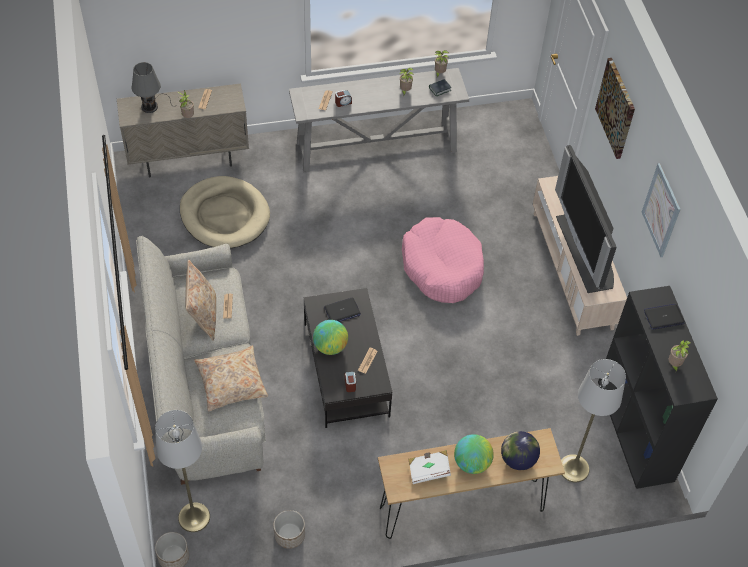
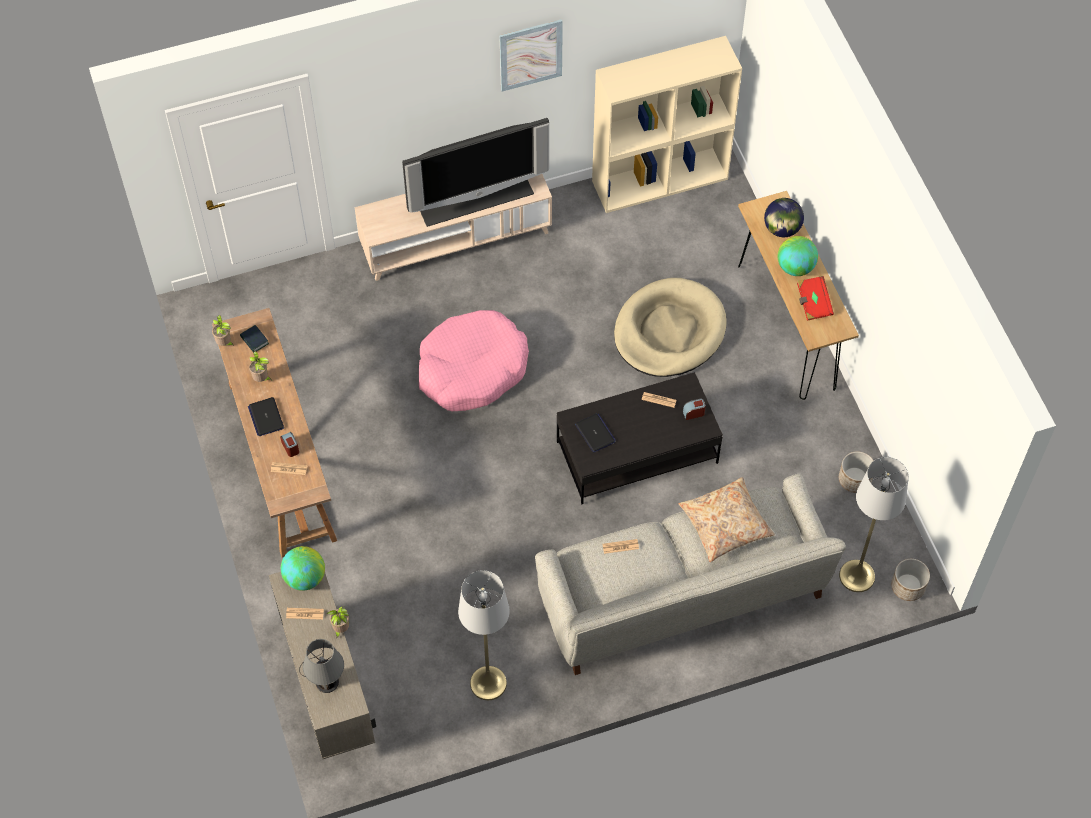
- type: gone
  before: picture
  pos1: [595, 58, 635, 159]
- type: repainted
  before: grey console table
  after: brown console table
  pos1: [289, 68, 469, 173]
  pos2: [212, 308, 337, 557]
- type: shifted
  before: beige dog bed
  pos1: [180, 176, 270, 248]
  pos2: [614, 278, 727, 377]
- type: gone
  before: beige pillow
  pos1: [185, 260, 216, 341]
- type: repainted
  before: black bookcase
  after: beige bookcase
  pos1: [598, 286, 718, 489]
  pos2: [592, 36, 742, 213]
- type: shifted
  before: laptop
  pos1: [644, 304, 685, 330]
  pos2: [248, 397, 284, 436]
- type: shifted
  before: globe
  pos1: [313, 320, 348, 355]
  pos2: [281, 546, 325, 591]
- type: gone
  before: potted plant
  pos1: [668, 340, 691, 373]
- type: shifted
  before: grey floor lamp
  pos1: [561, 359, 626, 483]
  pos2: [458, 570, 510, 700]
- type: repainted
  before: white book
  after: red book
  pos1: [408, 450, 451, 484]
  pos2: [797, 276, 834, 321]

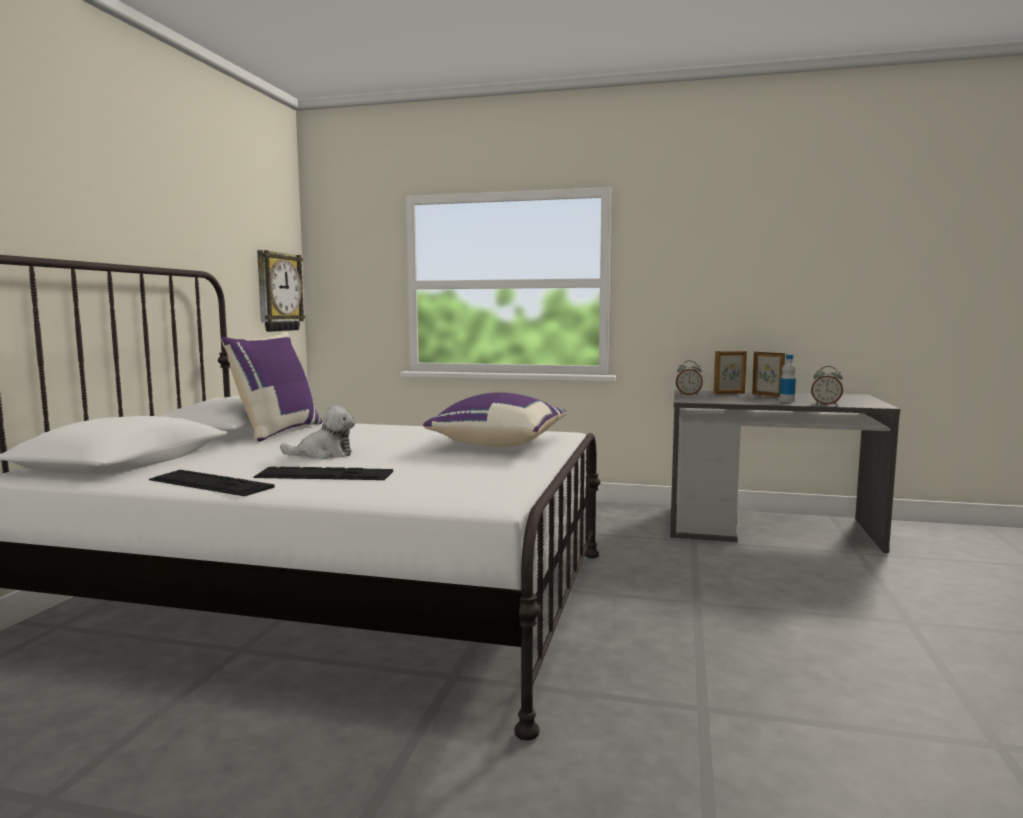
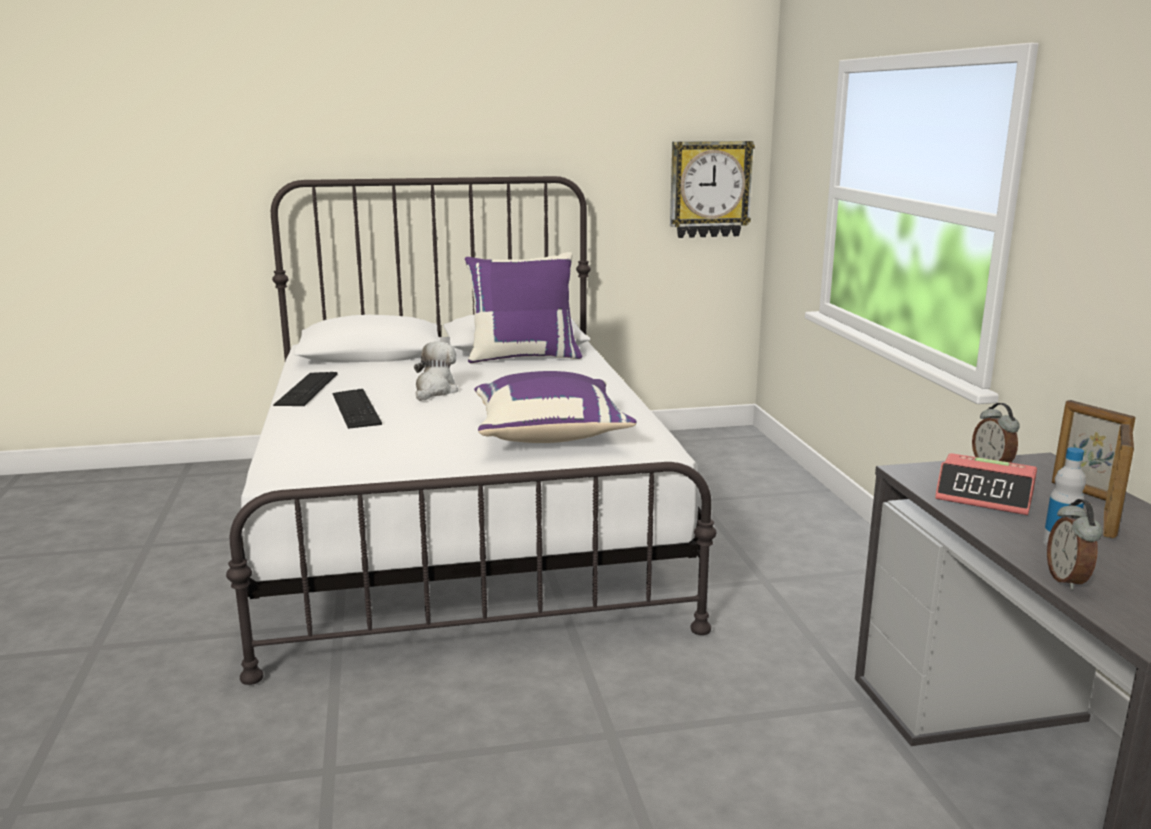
- type: rotated
  before: plush toy
  pos1: [280, 406, 355, 459]
  pos2: [414, 342, 458, 401]
  turn: -135
- type: new
  after: alarm clock
  pos2: [935, 453, 1037, 515]

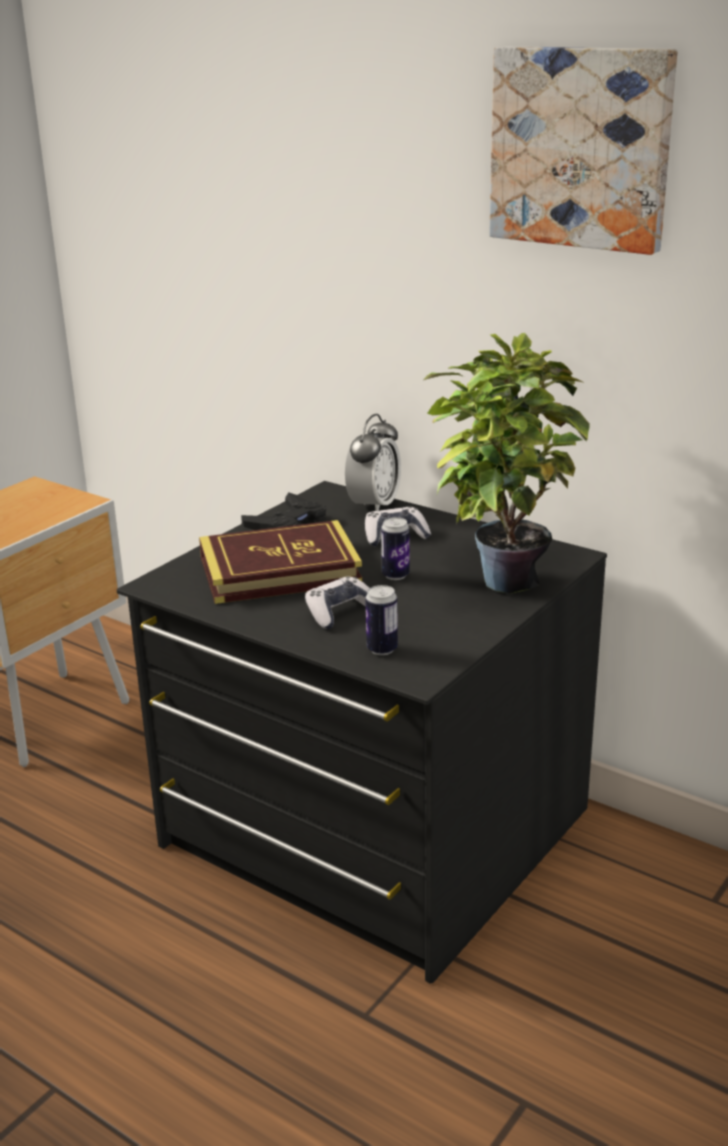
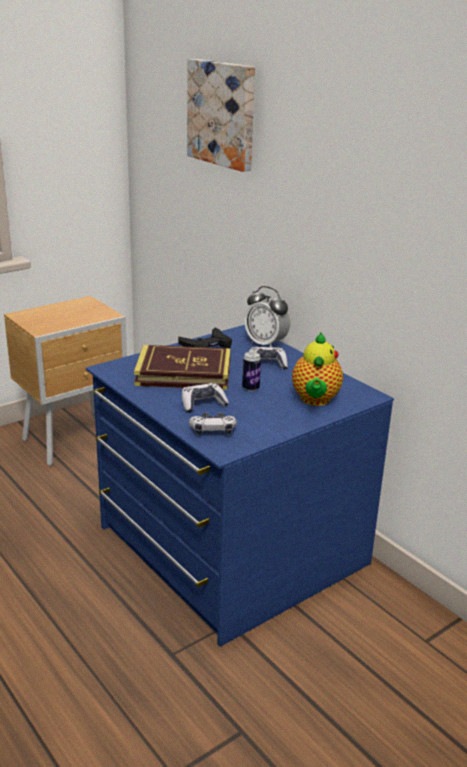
- type: shifted
  before: picture
  pos1: [489, 47, 677, 255]
  pos2: [187, 59, 255, 172]
- type: swapped
  before: potted plant
  after: teapot
  pos1: [423, 333, 590, 594]
  pos2: [292, 333, 343, 406]
- type: rotated
  before: alarm clock
  pos1: [345, 414, 401, 511]
  pos2: [244, 286, 290, 347]
  turn: 90
- type: repainted
  before: black dresser
  after: blue dresser
  pos1: [117, 481, 607, 984]
  pos2: [86, 325, 394, 646]
- type: swapped
  before: can
  after: game controller
  pos1: [365, 585, 398, 655]
  pos2: [189, 412, 237, 435]

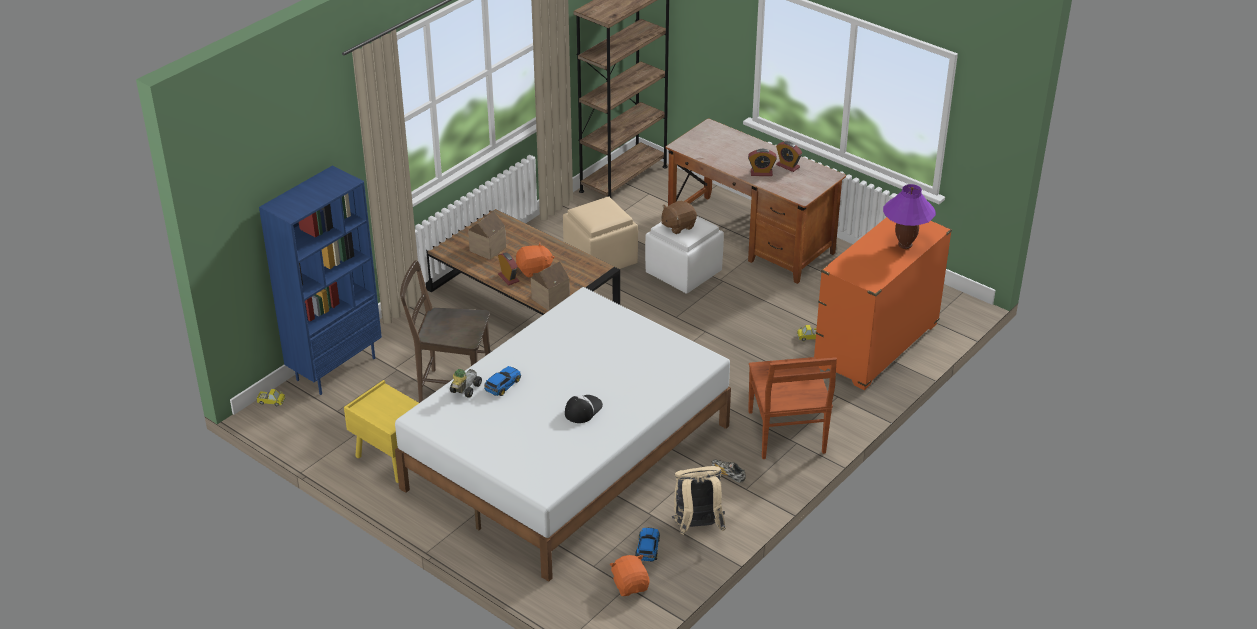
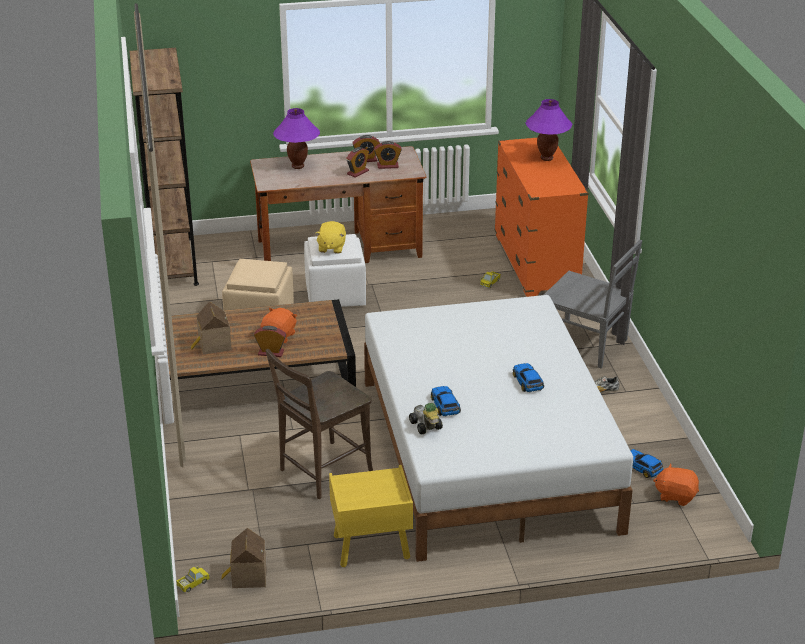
- type: gone
  before: blue bookcase
  pos1: [259, 165, 382, 395]
- type: repainted
  before: brown plush toy
  after: yellow plush toy
  pos1: [661, 201, 697, 234]
  pos2: [315, 221, 346, 254]
- type: shifted
  before: toy house
  pos1: [531, 261, 570, 311]
  pos2: [221, 528, 267, 588]
- type: repainted
  before: brown chair
  after: grey chair
  pos1: [748, 357, 837, 459]
  pos2: [544, 240, 642, 368]
- type: swapped
  before: cap
  after: toy car
  pos1: [565, 395, 603, 423]
  pos2: [513, 363, 544, 393]
- type: gone
  before: beige backpack
  pos1: [672, 466, 726, 535]
- type: new
  after: purple table lamp
  pos2: [273, 108, 320, 169]
- type: new
  after: alarm clock
  pos2: [374, 141, 402, 169]

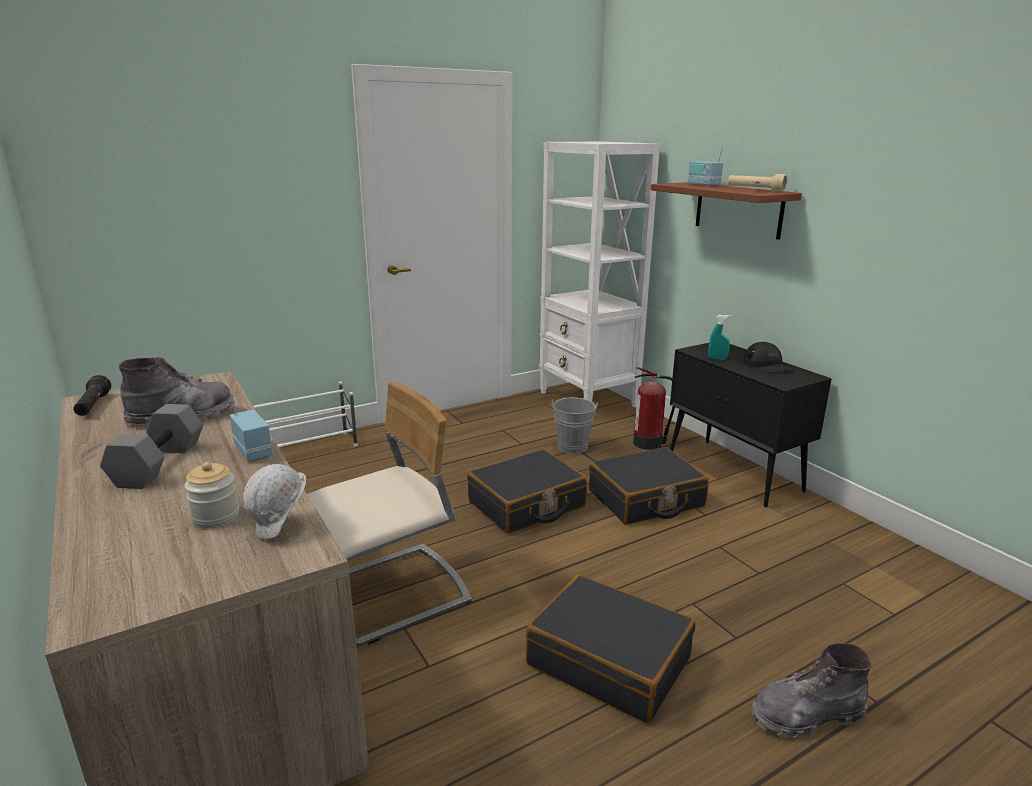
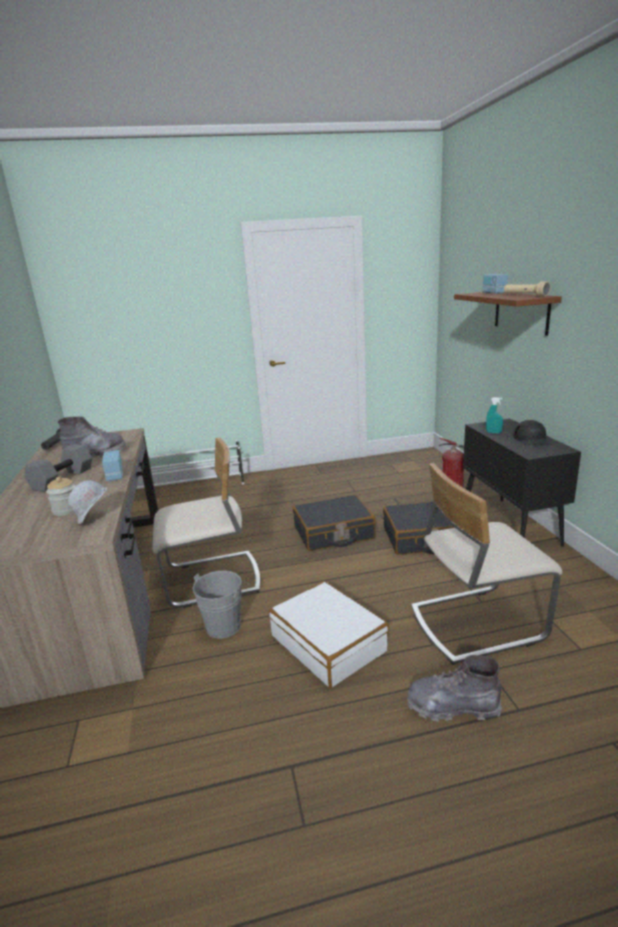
- type: gone
  before: white bookcase
  pos1: [539, 142, 660, 407]
- type: shifted
  before: grey bucket
  pos1: [551, 397, 598, 454]
  pos2: [193, 571, 249, 639]
- type: repainted
  before: black suitcase
  after: white suitcase
  pos1: [526, 574, 695, 723]
  pos2: [269, 581, 389, 688]
- type: new
  after: beige chair
  pos2: [411, 463, 562, 665]

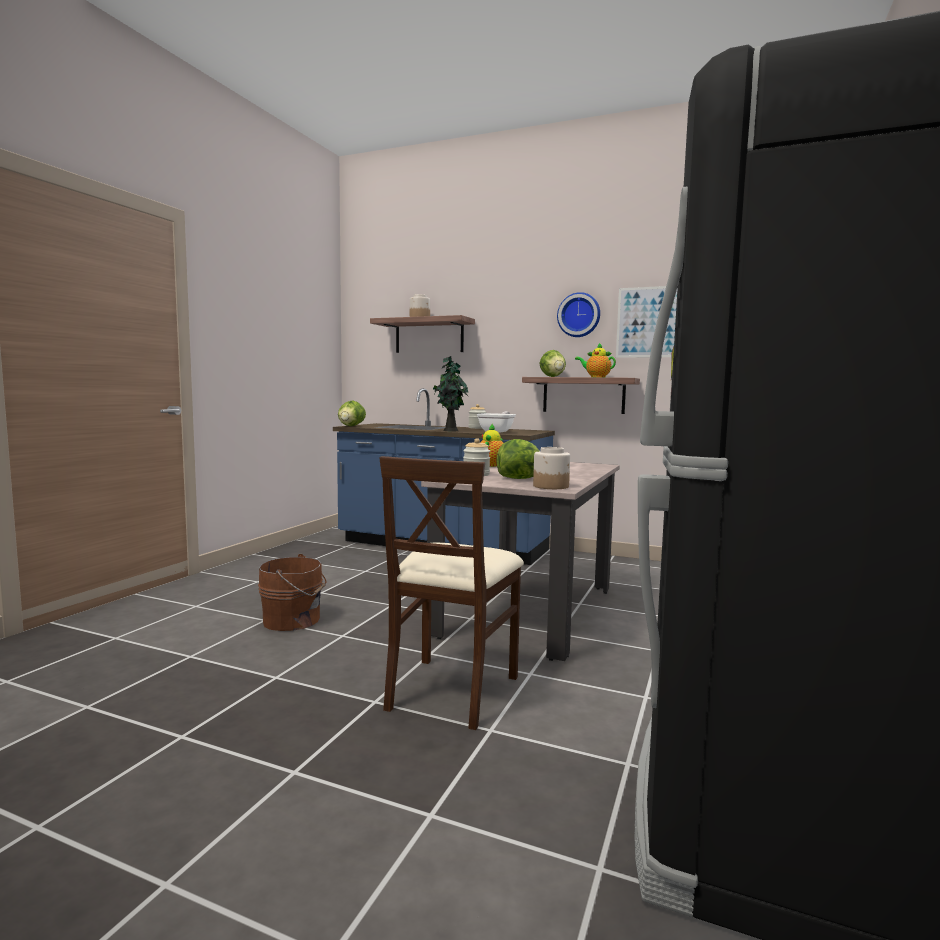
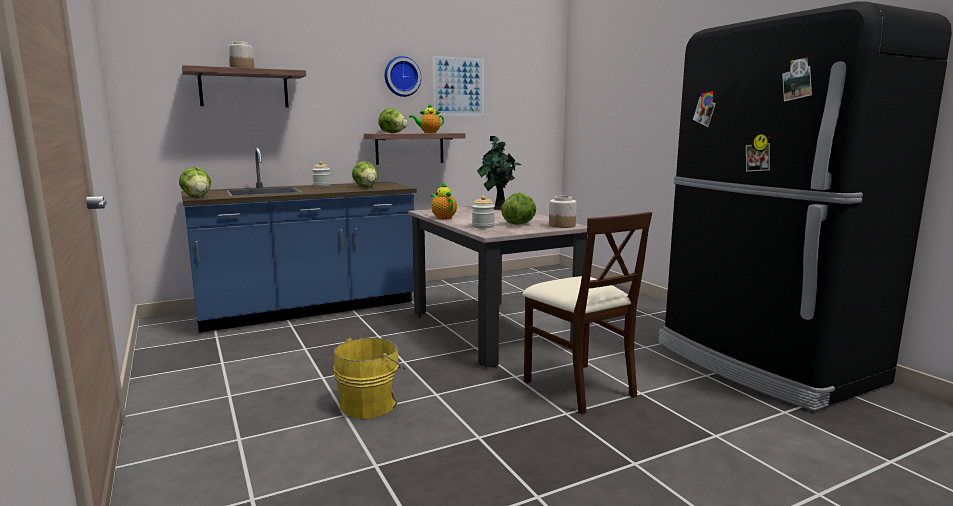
- type: shifted
  before: potted plant
  pos1: [433, 356, 469, 431]
  pos2: [477, 136, 521, 210]
- type: swapped
  before: frying pan
  after: lettuce
  pos1: [477, 412, 516, 433]
  pos2: [352, 161, 378, 187]
- type: repainted
  before: brown bucket
  after: yellow bucket
  pos1: [258, 554, 327, 631]
  pos2: [334, 337, 406, 419]

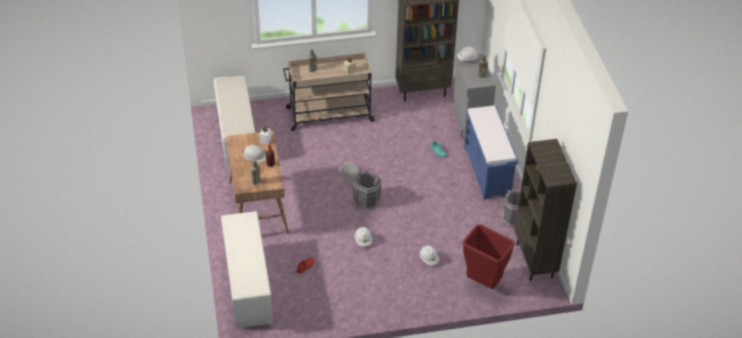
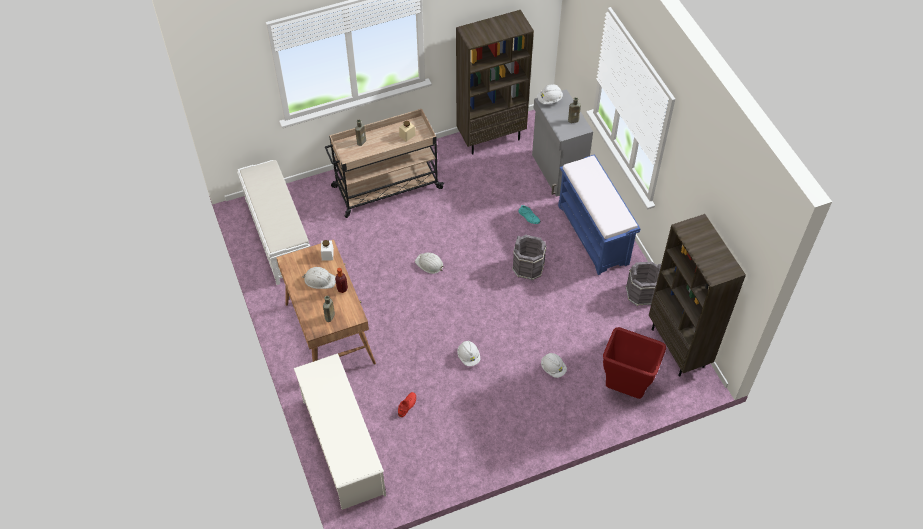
- type: shifted
  before: grey bucket
  pos1: [353, 170, 381, 210]
  pos2: [512, 234, 546, 280]

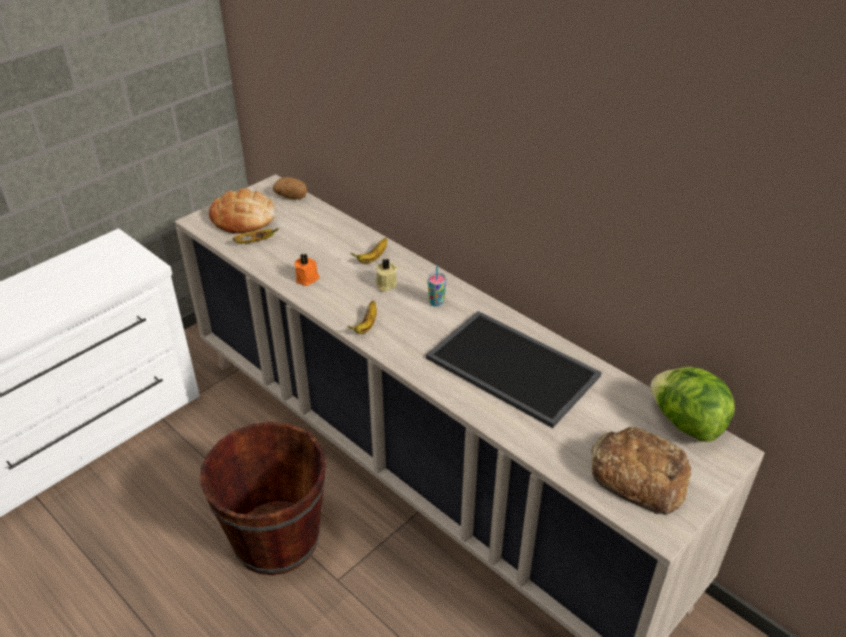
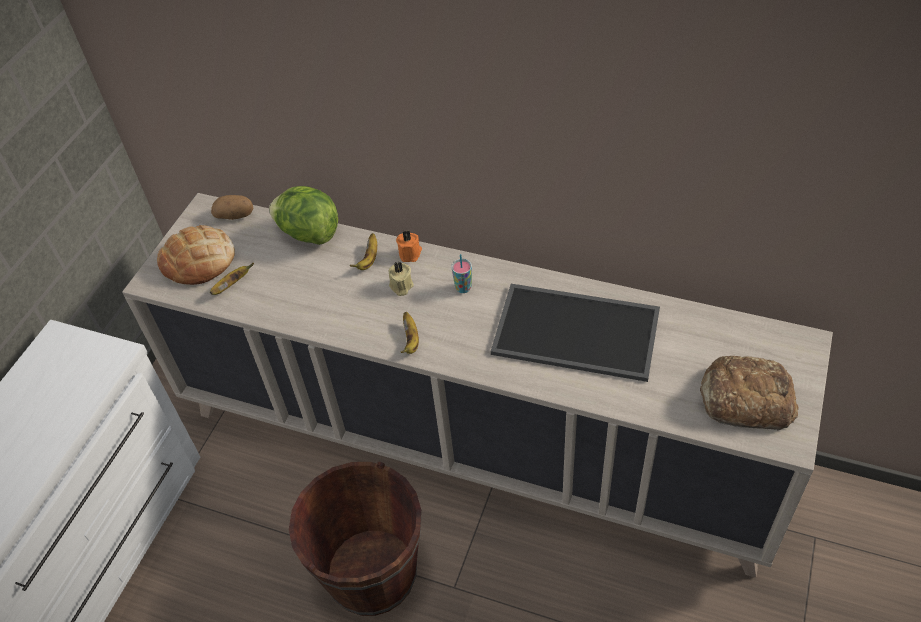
- type: shifted
  before: orange candle
  pos1: [294, 253, 320, 286]
  pos2: [396, 230, 422, 262]
- type: shifted
  before: lettuce
  pos1: [651, 367, 735, 442]
  pos2: [269, 186, 338, 245]

